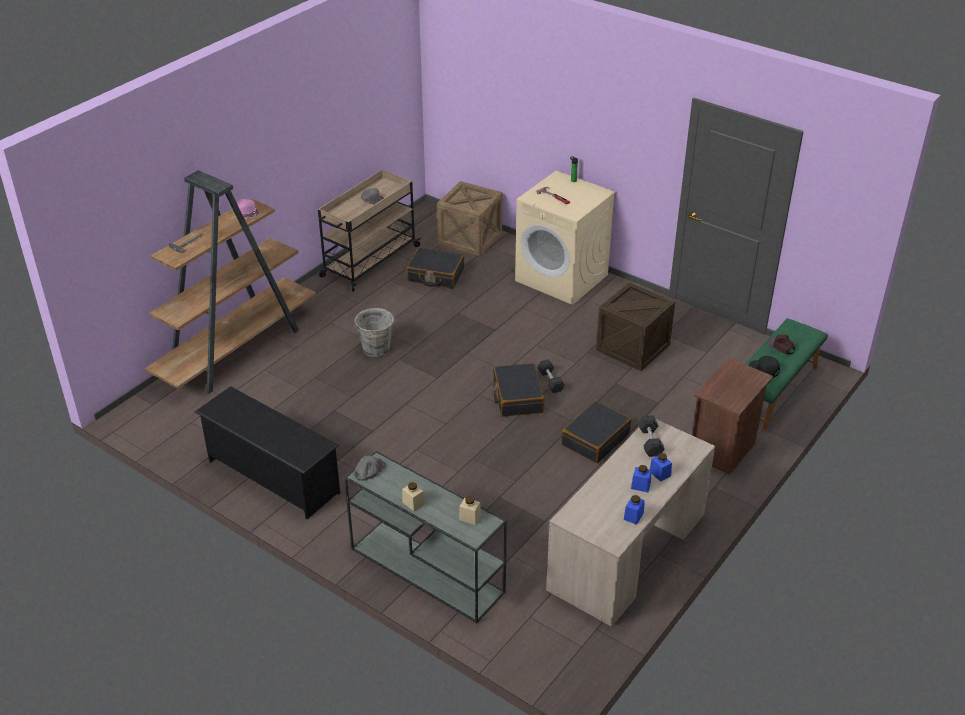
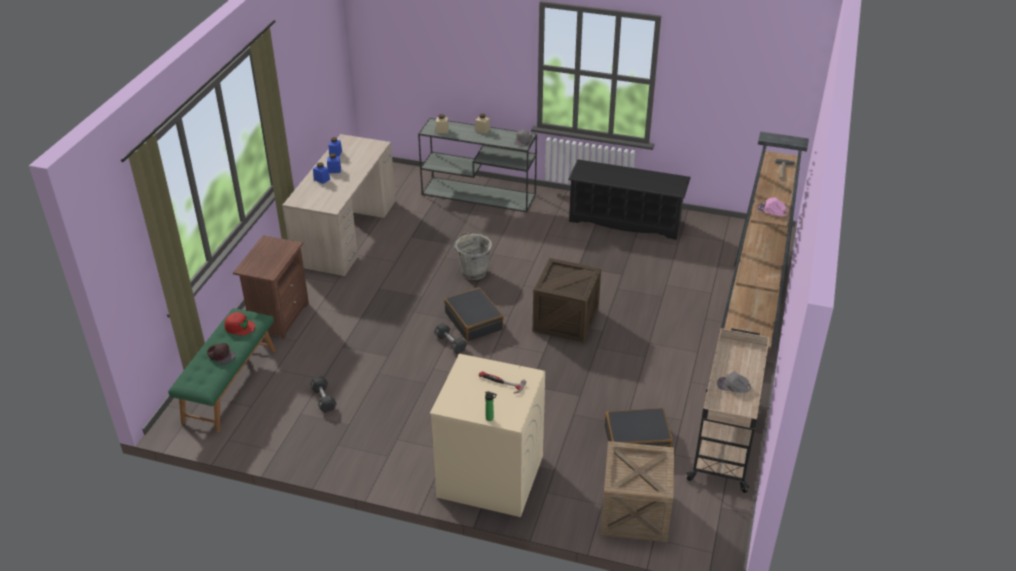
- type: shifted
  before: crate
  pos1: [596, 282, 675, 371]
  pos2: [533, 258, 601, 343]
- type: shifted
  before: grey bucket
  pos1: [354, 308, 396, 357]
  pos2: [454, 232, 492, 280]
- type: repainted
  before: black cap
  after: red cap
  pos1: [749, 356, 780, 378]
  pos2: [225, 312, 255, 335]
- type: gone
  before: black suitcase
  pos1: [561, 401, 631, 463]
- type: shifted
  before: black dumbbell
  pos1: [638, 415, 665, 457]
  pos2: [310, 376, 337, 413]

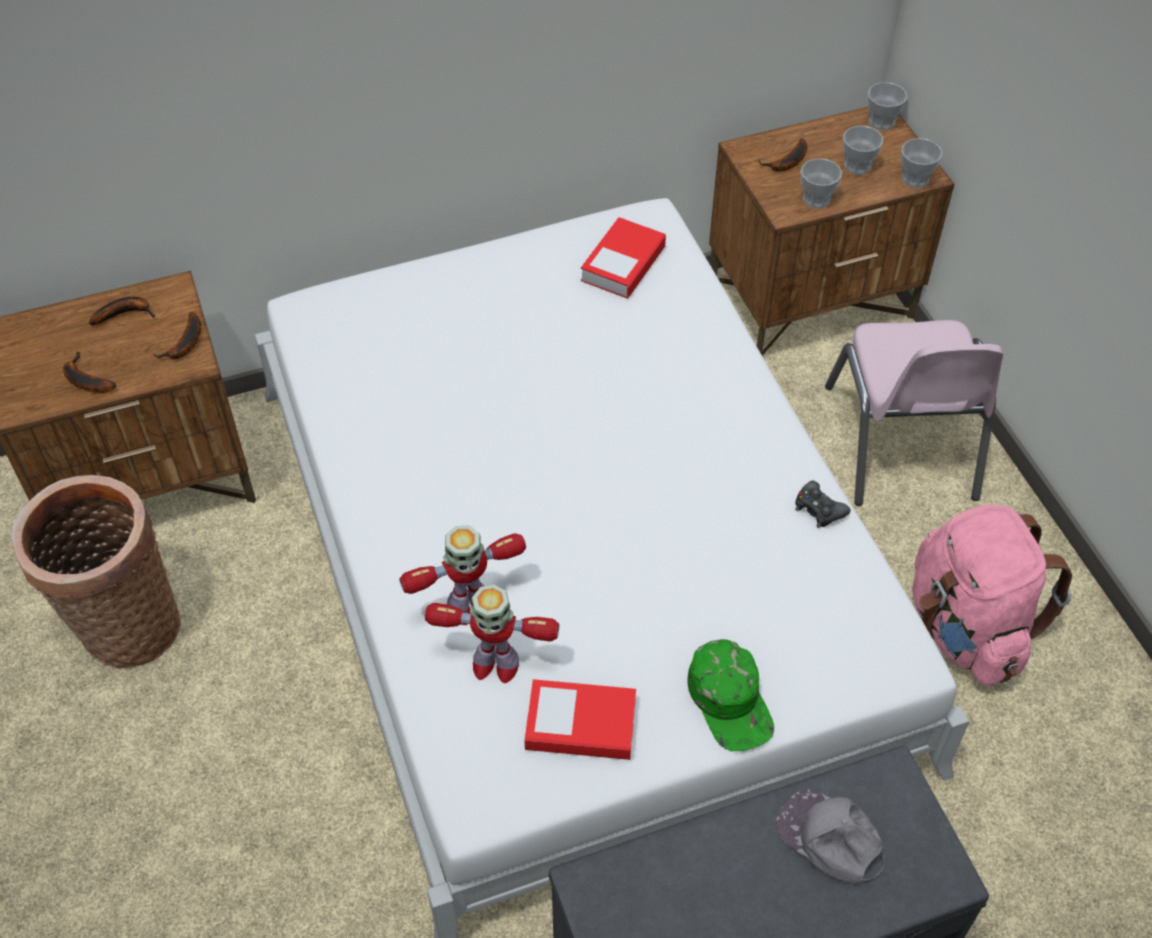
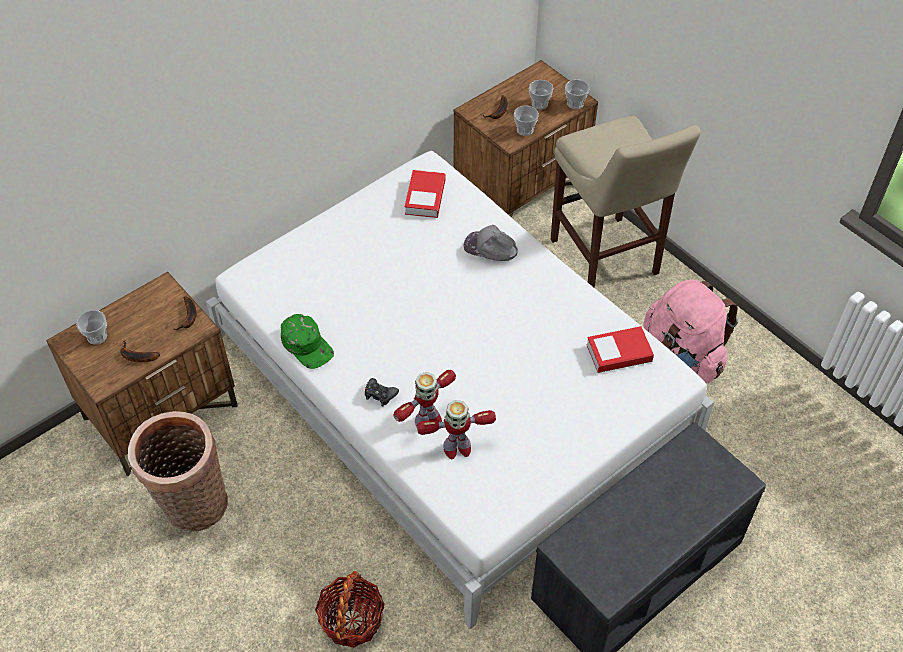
- type: shifted
  before: cup
  pos1: [867, 82, 907, 130]
  pos2: [76, 310, 107, 345]
- type: gone
  before: banana
  pos1: [89, 297, 155, 326]
- type: swapped
  before: pink chair
  after: beige stool
  pos1: [825, 320, 1003, 506]
  pos2: [551, 115, 701, 288]
- type: shifted
  before: black game controller
  pos1: [795, 480, 851, 528]
  pos2: [365, 378, 399, 406]
- type: shifted
  before: green cap
  pos1: [687, 639, 774, 751]
  pos2: [281, 314, 334, 369]
- type: shifted
  before: book
  pos1: [524, 679, 636, 760]
  pos2: [586, 326, 654, 373]
- type: shifted
  before: grey cap
  pos1: [776, 789, 884, 885]
  pos2: [464, 225, 518, 261]
- type: new
  after: basket
  pos2: [315, 571, 385, 648]

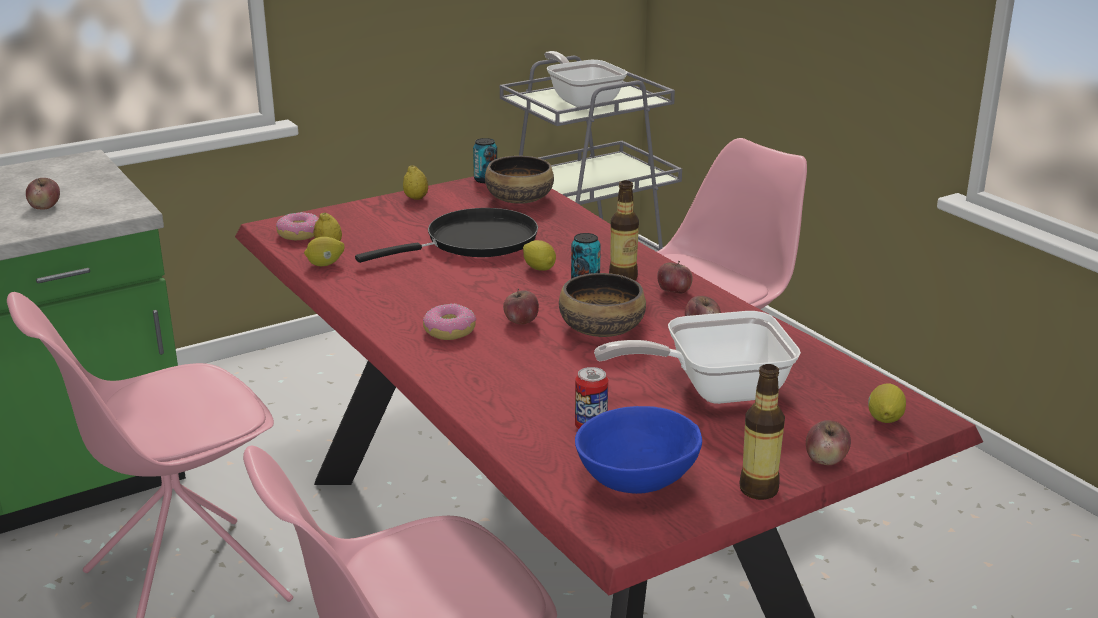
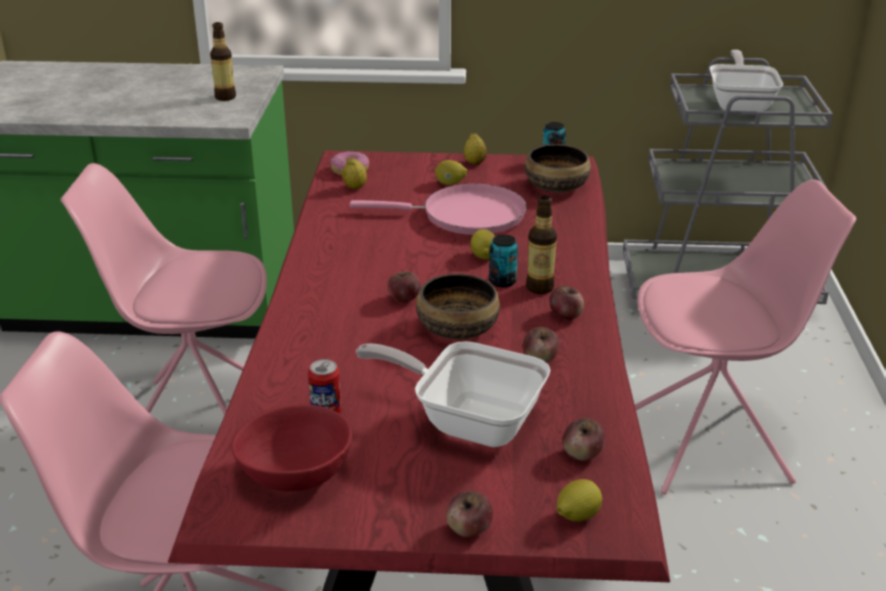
- type: shifted
  before: apple
  pos1: [26, 178, 60, 209]
  pos2: [563, 418, 606, 461]
- type: repainted
  before: black frying pan
  after: pink frying pan
  pos1: [355, 208, 538, 263]
  pos2: [350, 183, 527, 235]
- type: shifted
  before: lemon
  pos1: [304, 237, 344, 266]
  pos2: [435, 160, 467, 185]
- type: gone
  before: donut
  pos1: [423, 303, 476, 340]
- type: shifted
  before: bottle
  pos1: [740, 364, 785, 500]
  pos2: [210, 22, 236, 101]
- type: repainted
  before: blue bowl
  after: red bowl
  pos1: [575, 406, 702, 494]
  pos2: [231, 404, 352, 492]

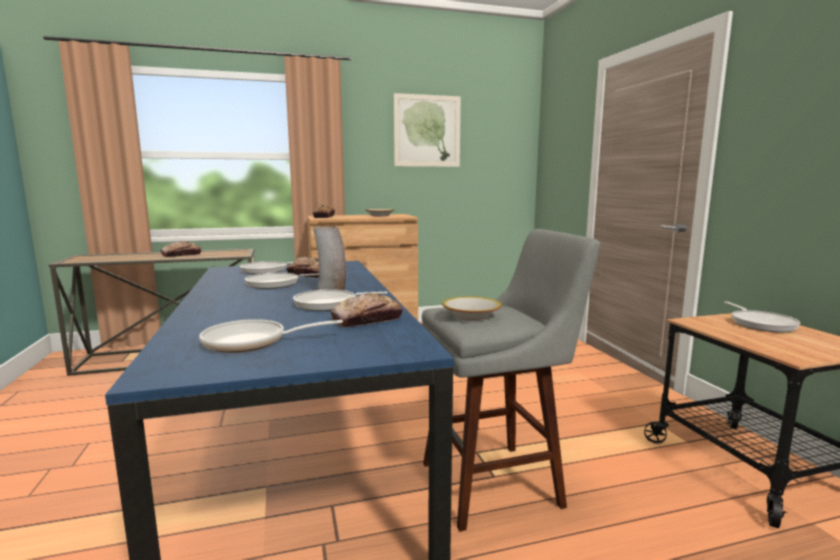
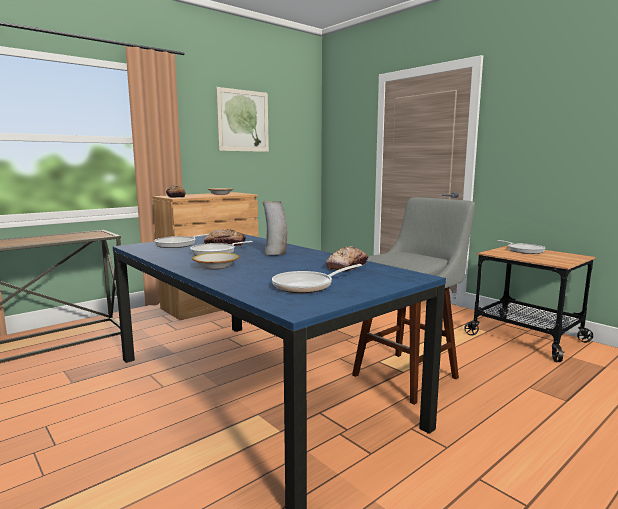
- type: gone
  before: bread
  pos1: [161, 241, 201, 257]
- type: gone
  before: frying pan
  pos1: [293, 289, 388, 311]
- type: shifted
  before: bowl
  pos1: [442, 296, 502, 320]
  pos2: [192, 252, 239, 269]

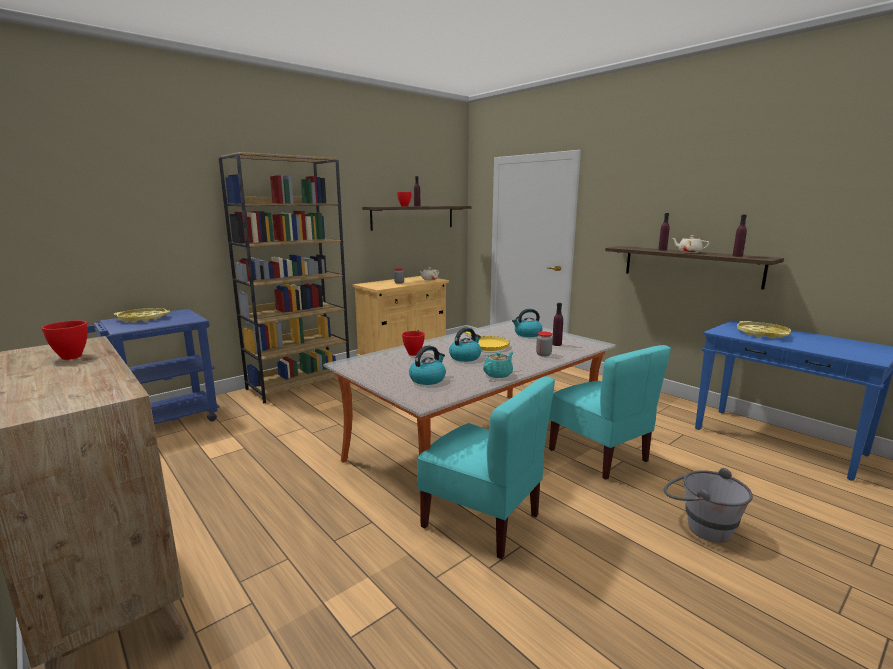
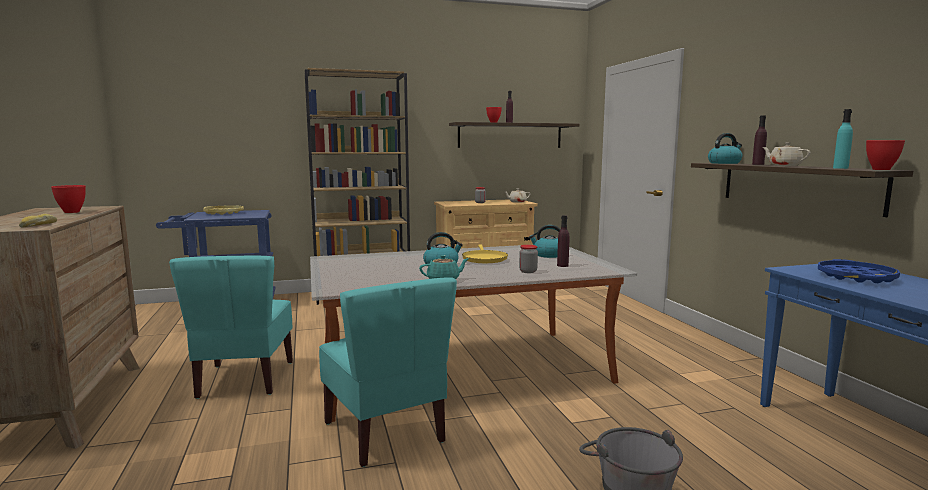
- type: repainted
  before: purple bottle
  after: turquoise bottle
  pos1: [732, 215, 747, 257]
  pos2: [833, 109, 853, 169]
- type: repainted
  before: yellow tray
  after: blue tray
  pos1: [737, 321, 791, 339]
  pos2: [818, 259, 900, 283]
- type: shifted
  before: red bowl
  pos1: [402, 331, 425, 356]
  pos2: [866, 140, 905, 170]
- type: shifted
  before: kettle
  pos1: [409, 345, 446, 385]
  pos2: [708, 133, 742, 164]
- type: shifted
  before: turquoise chair
  pos1: [549, 345, 671, 480]
  pos2: [169, 255, 293, 399]
- type: new
  after: bread
  pos2: [19, 214, 57, 227]

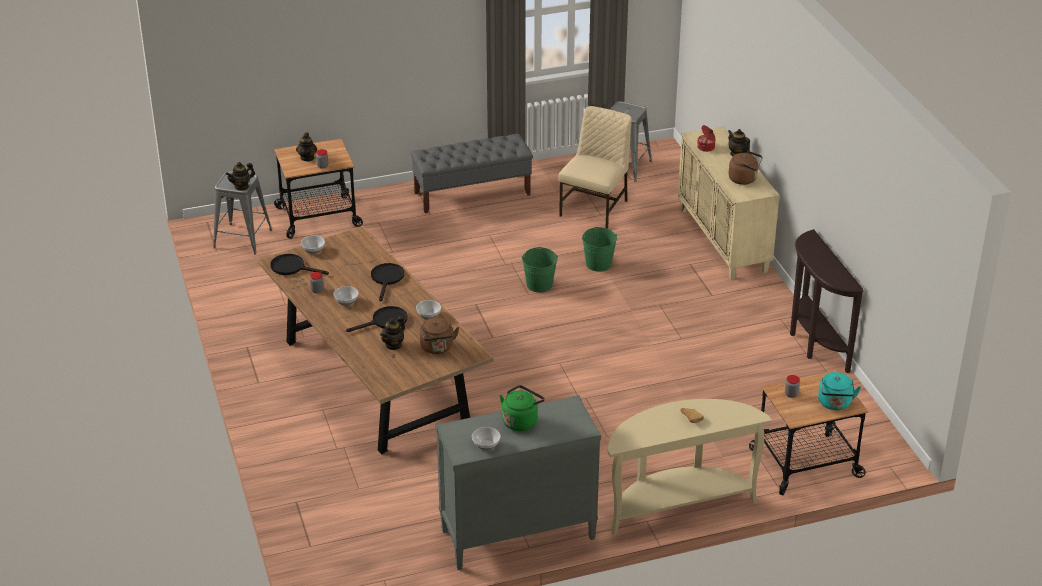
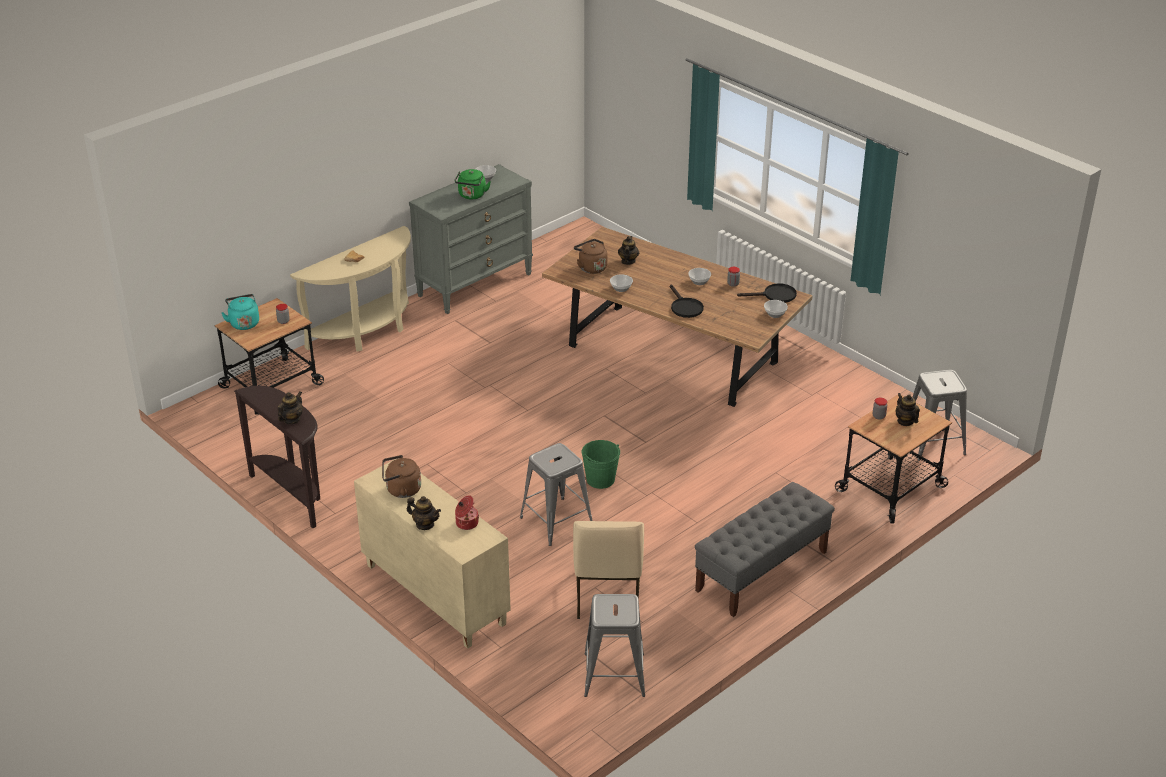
- type: shifted
  before: teapot
  pos1: [225, 162, 255, 191]
  pos2: [278, 392, 303, 424]
- type: swapped
  before: green bucket
  after: grey stool
  pos1: [582, 227, 617, 272]
  pos2: [520, 443, 593, 546]
- type: gone
  before: black frying pan
  pos1: [346, 306, 408, 332]

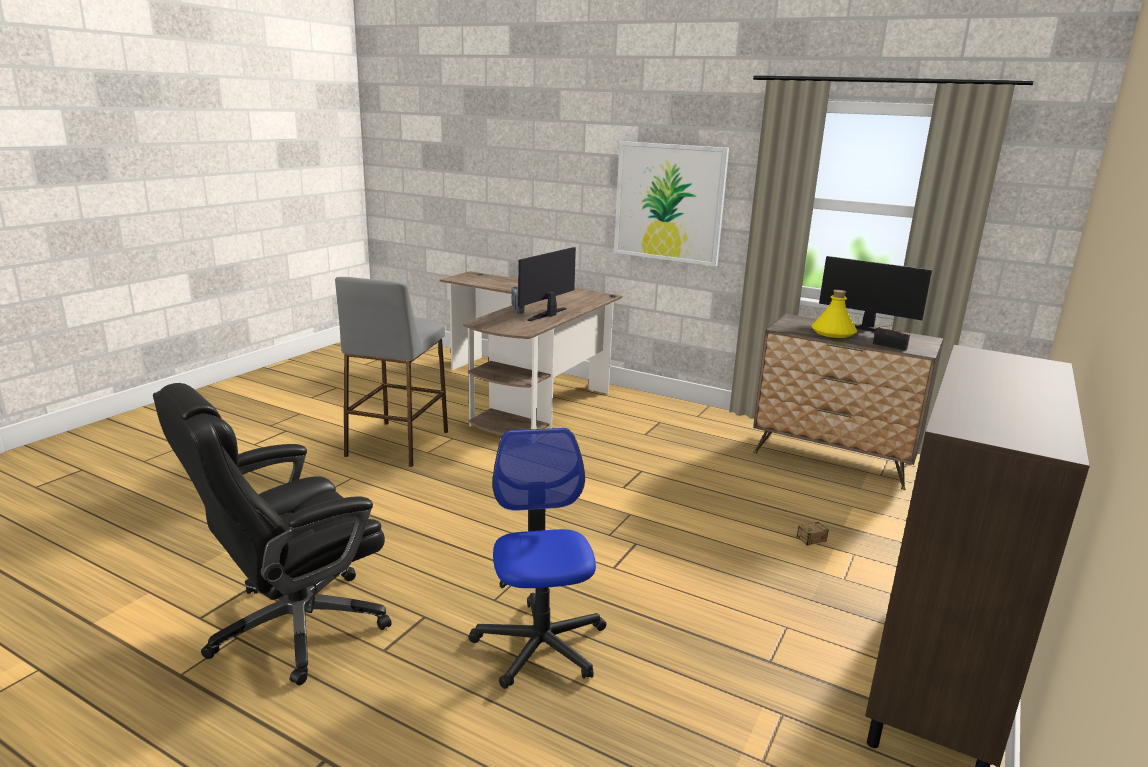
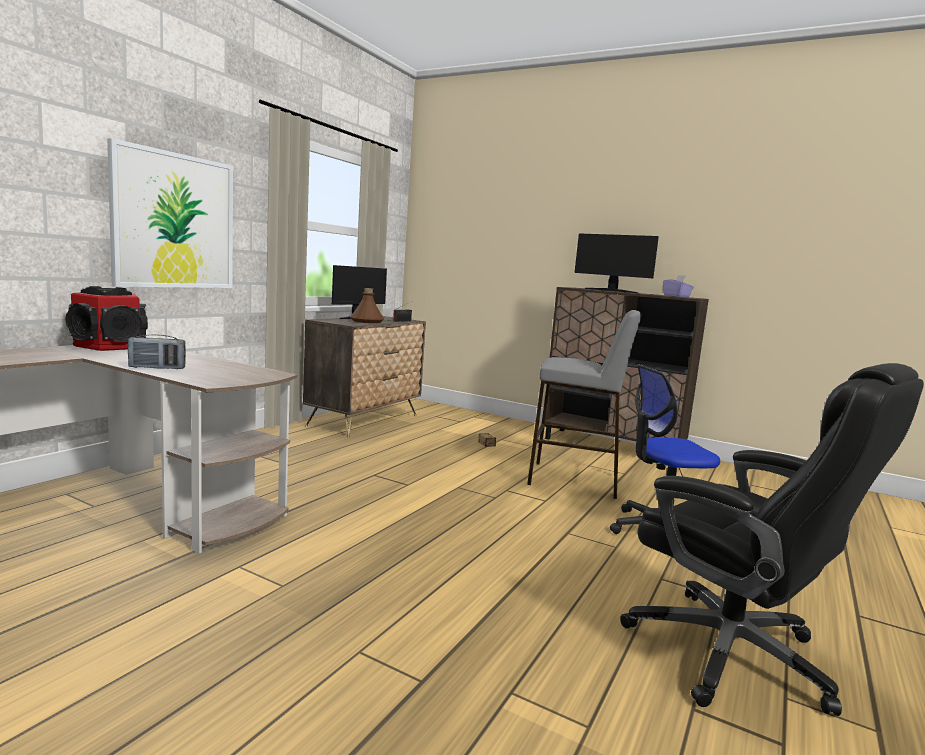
- type: shifted
  before: monitor
  pos1: [518, 247, 576, 321]
  pos2: [574, 233, 659, 293]
- type: shifted
  before: grey stool
  pos1: [335, 277, 448, 467]
  pos2: [527, 310, 642, 499]
- type: repainted
  before: yellow bottle
  after: brown bottle
  pos1: [811, 290, 857, 338]
  pos2: [350, 288, 384, 323]
- type: new
  after: purple tissue box
  pos2: [663, 275, 694, 297]
- type: new
  after: speaker
  pos2: [65, 286, 148, 351]

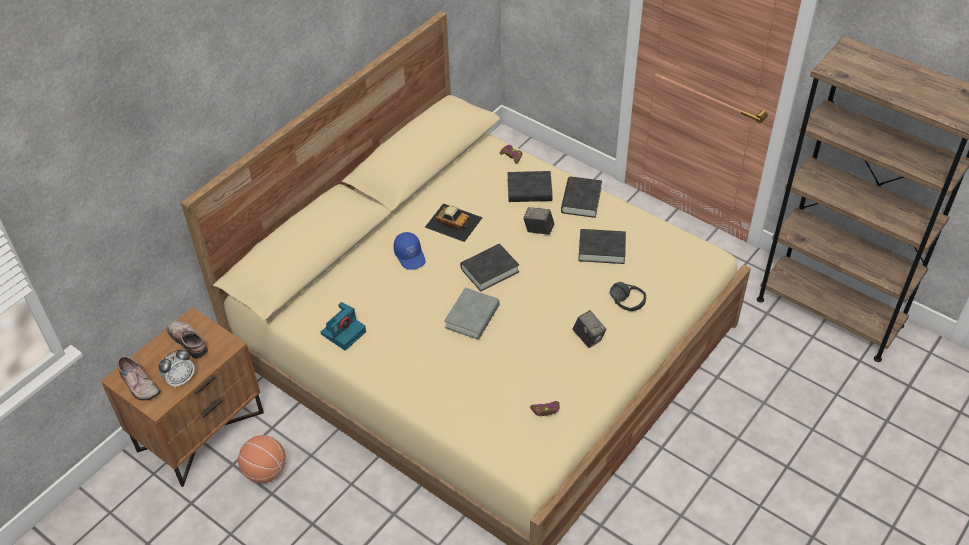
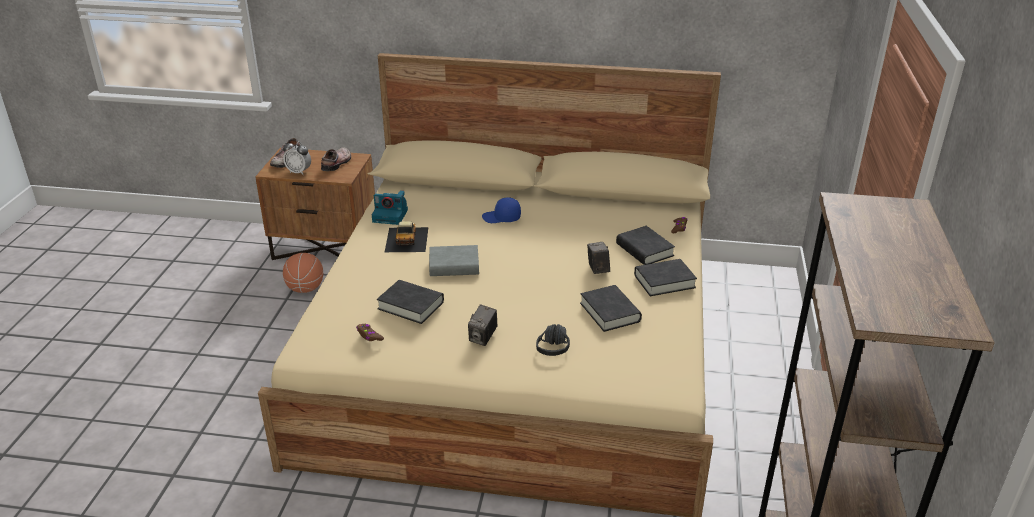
- type: shifted
  before: toy car
  pos1: [425, 203, 483, 242]
  pos2: [385, 221, 428, 252]
- type: rotated
  before: blue cap
  pos1: [394, 232, 425, 270]
  pos2: [482, 197, 521, 223]
  turn: 60
- type: shifted
  before: black book
  pos1: [460, 244, 519, 291]
  pos2: [377, 280, 444, 324]

